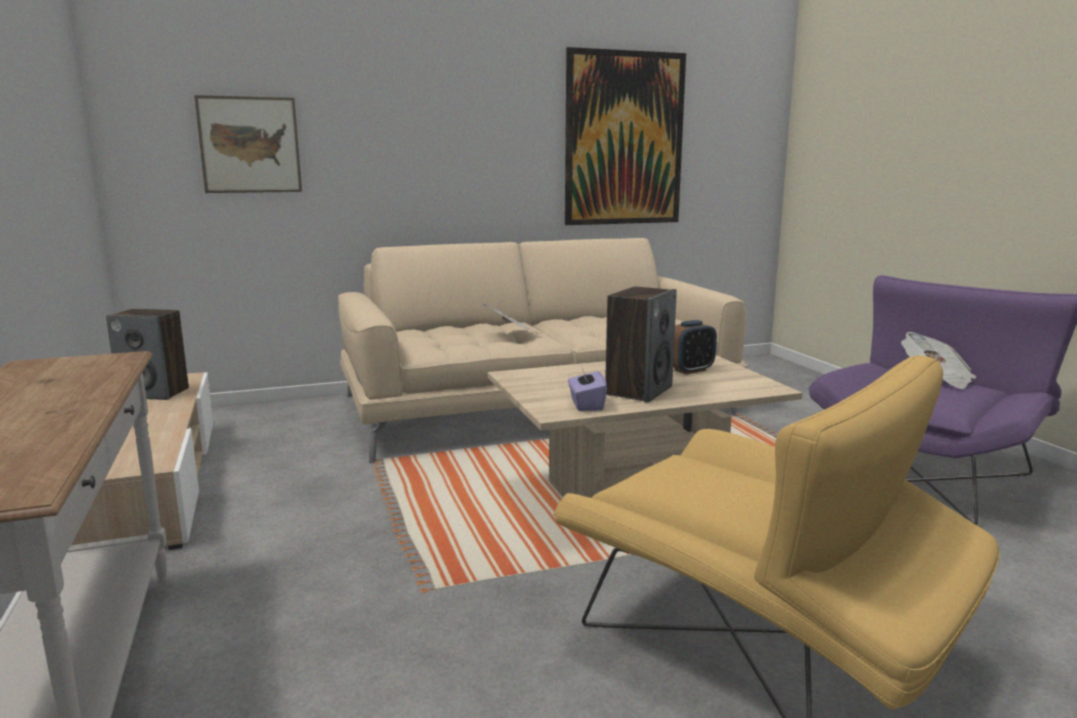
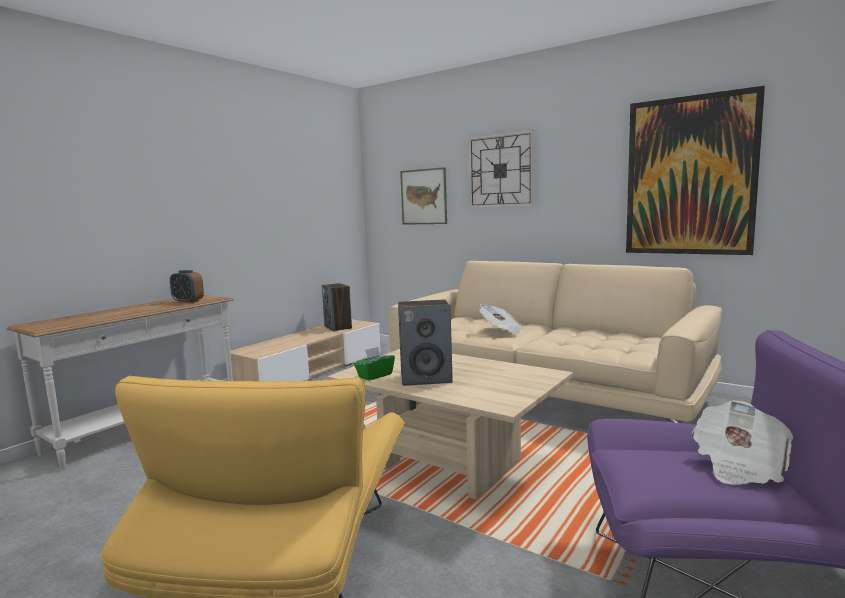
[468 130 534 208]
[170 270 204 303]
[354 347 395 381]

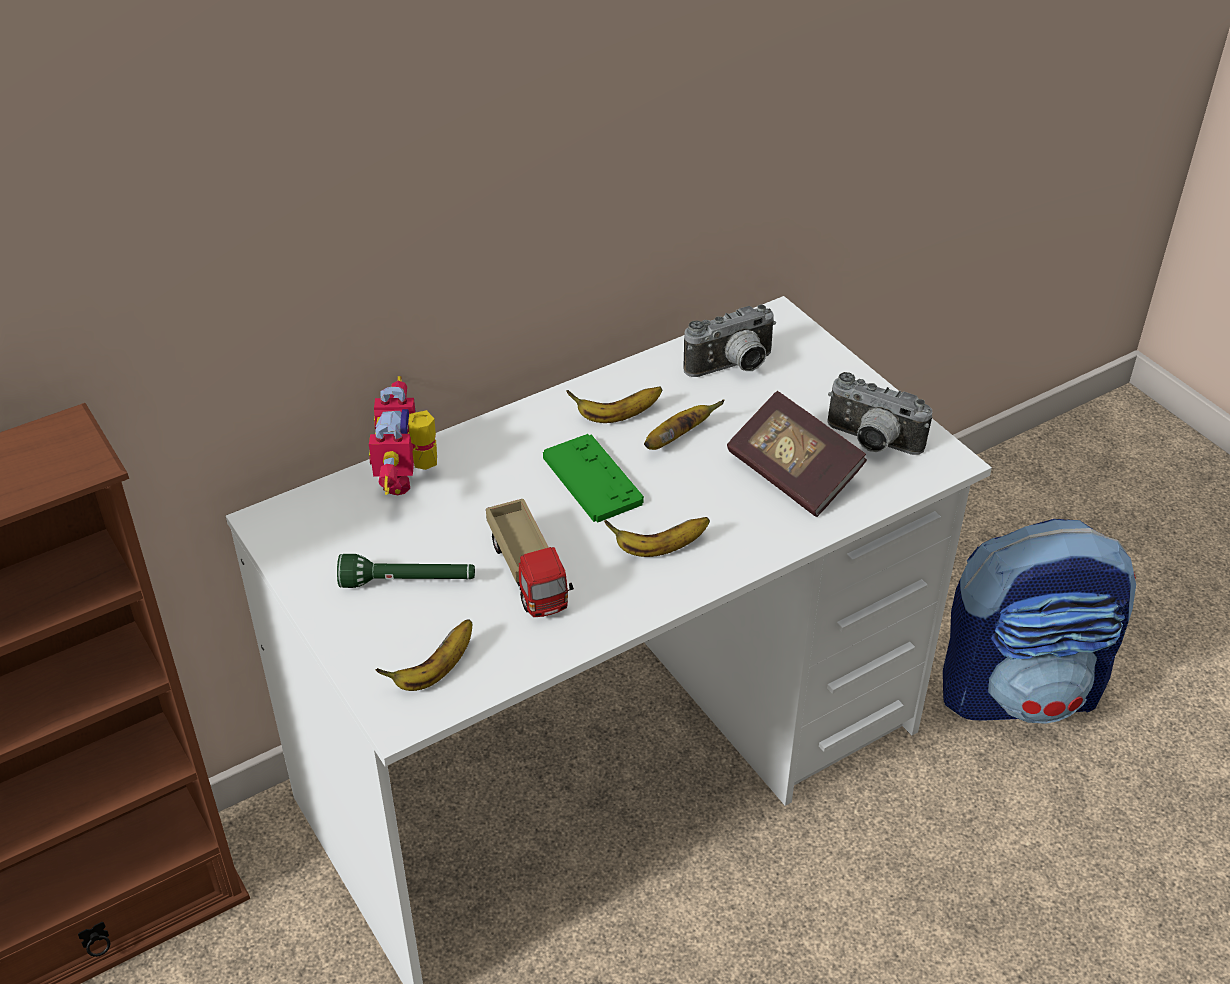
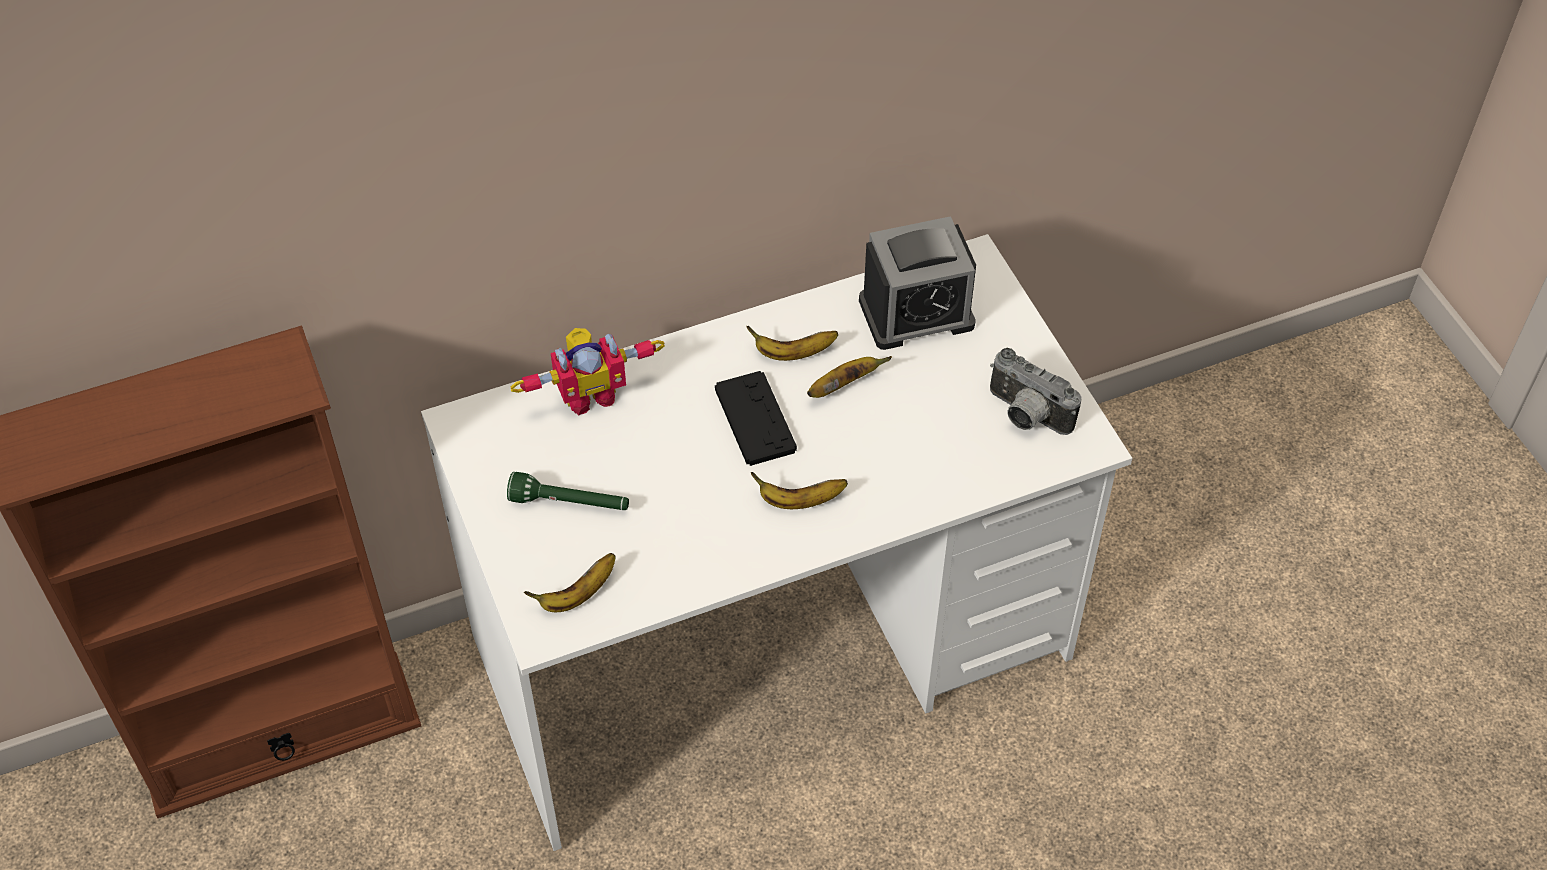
[486 499 574 617] (first image)
[727 391 867 517] (first image)
[943 519 1136 724] (first image)
[859 216 976 350]
[715 371 797 466]
[511 328 665 416]

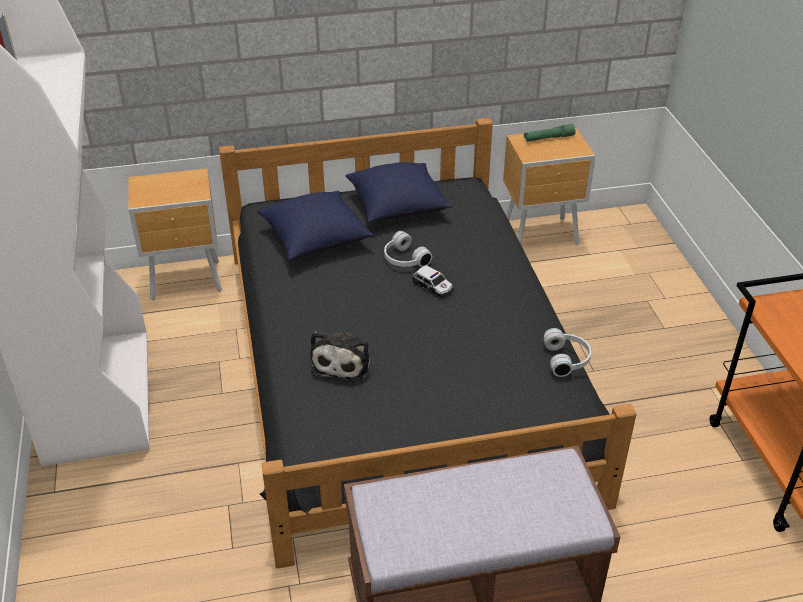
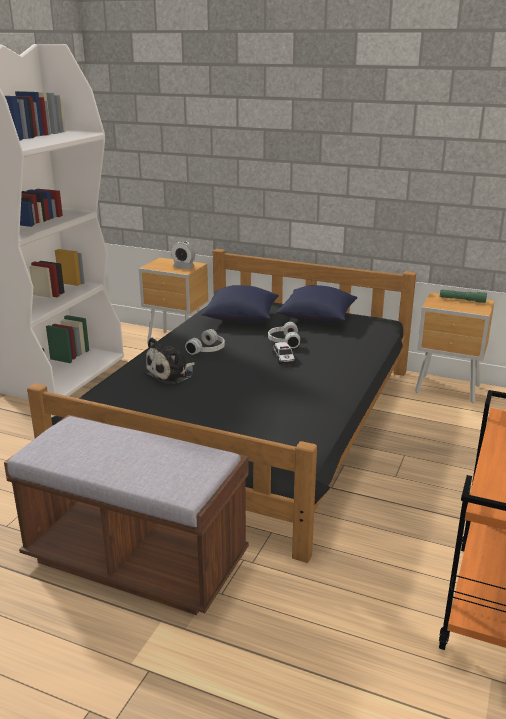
[171 241 195 269]
[185 329 225 355]

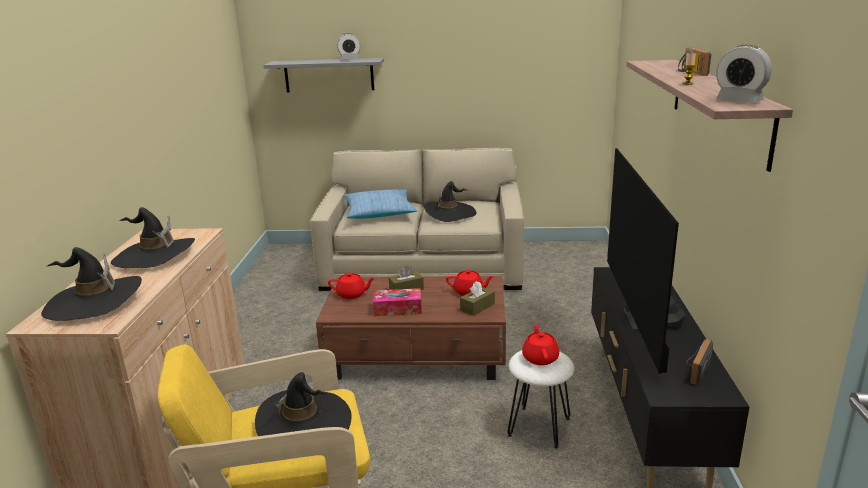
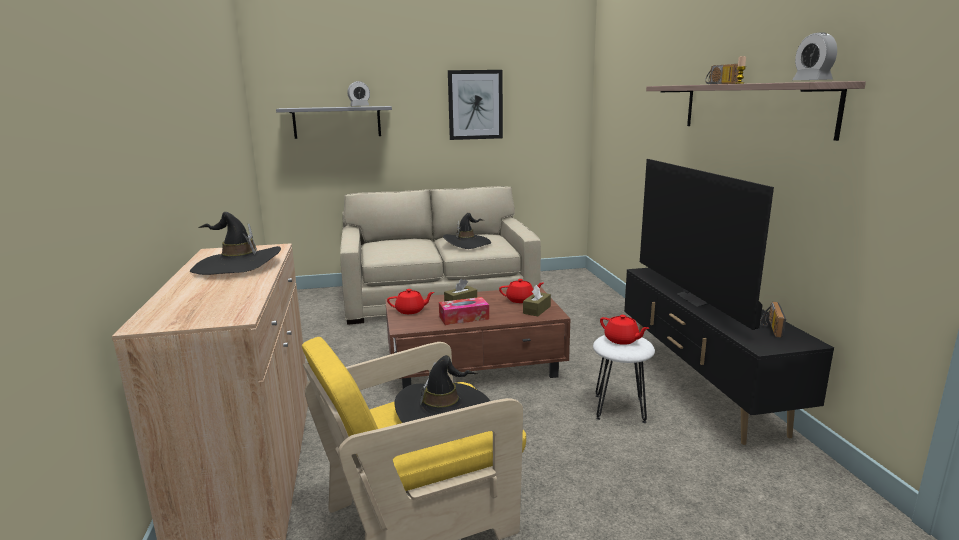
[41 247 142 321] (first image)
[343 189 417 219] (first image)
[448 70 503 140]
[600 315 649 345]
[792 32 837 80]

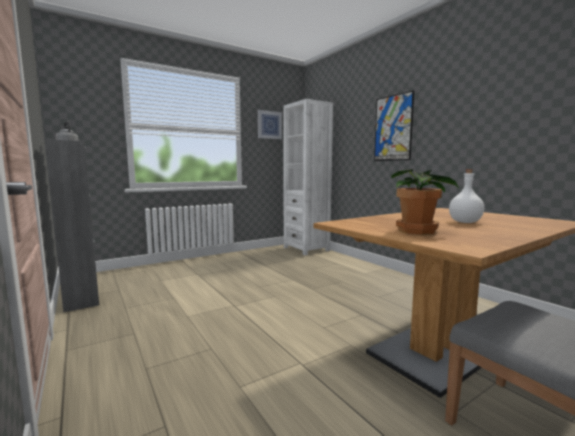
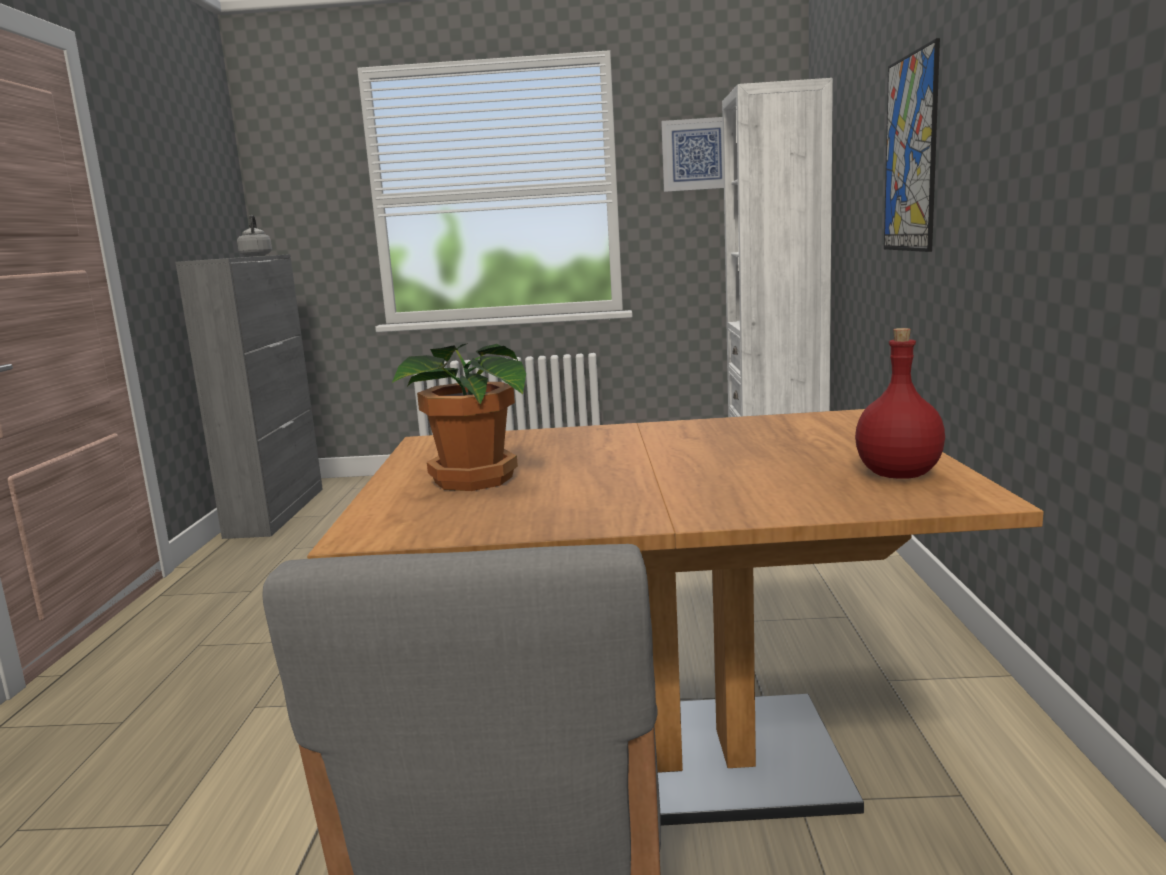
[449 169 484 223] (first image)
[855 328 945 479]

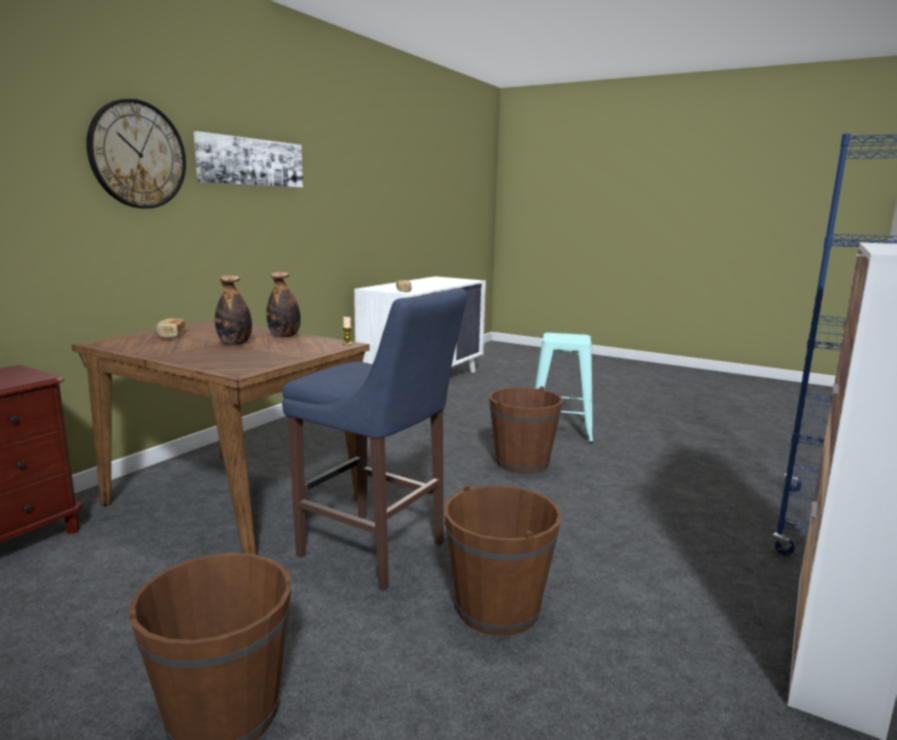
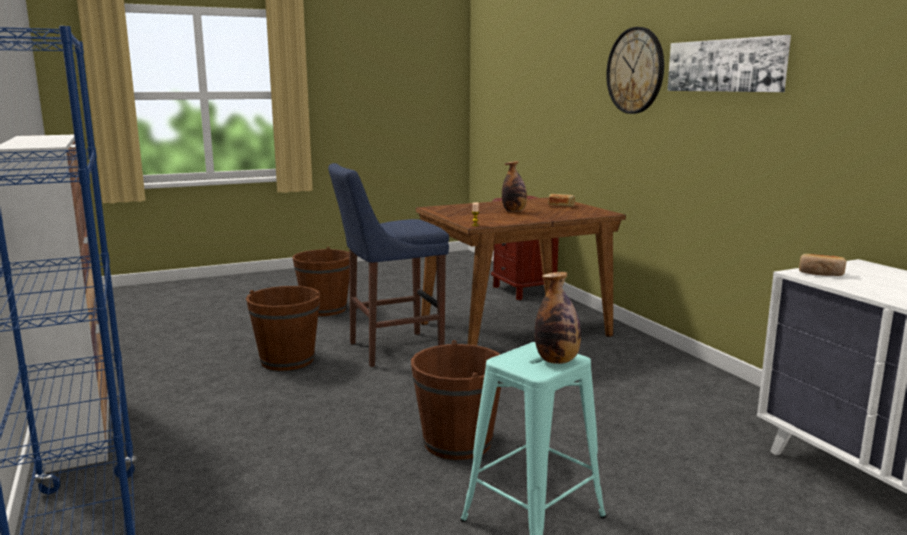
[535 272 581 364]

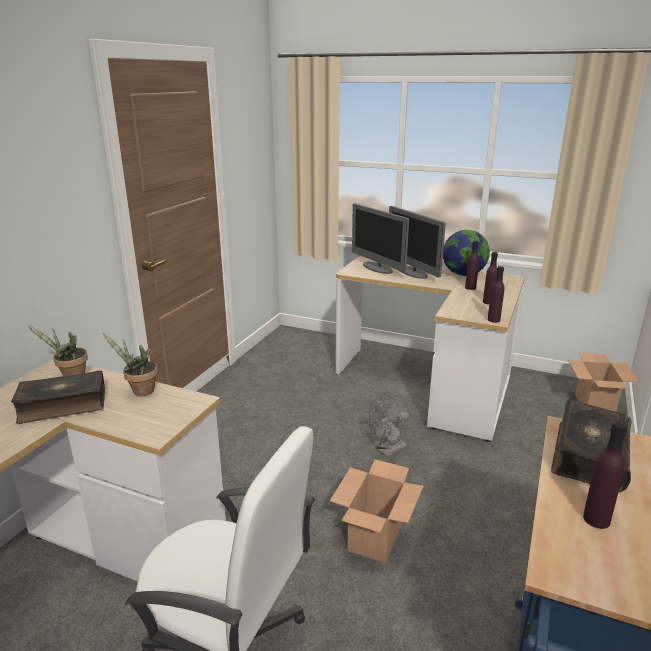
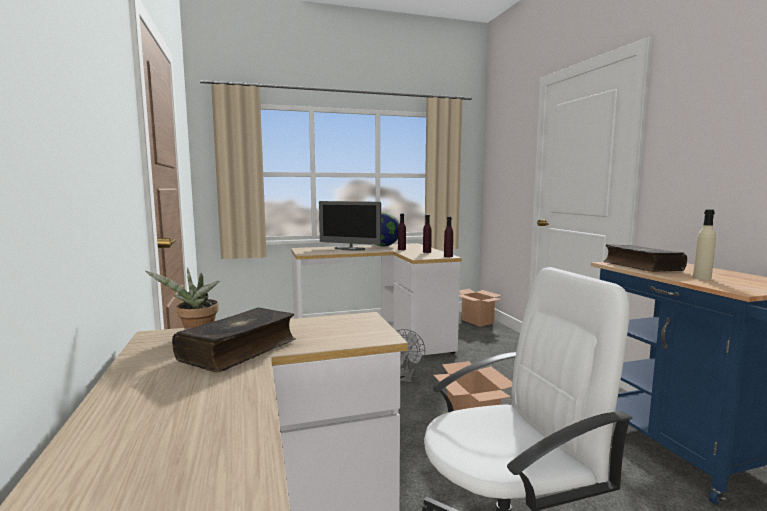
[103 333 158 396] (first image)
[352 203 409 274] (first image)
[693 209 716 280]

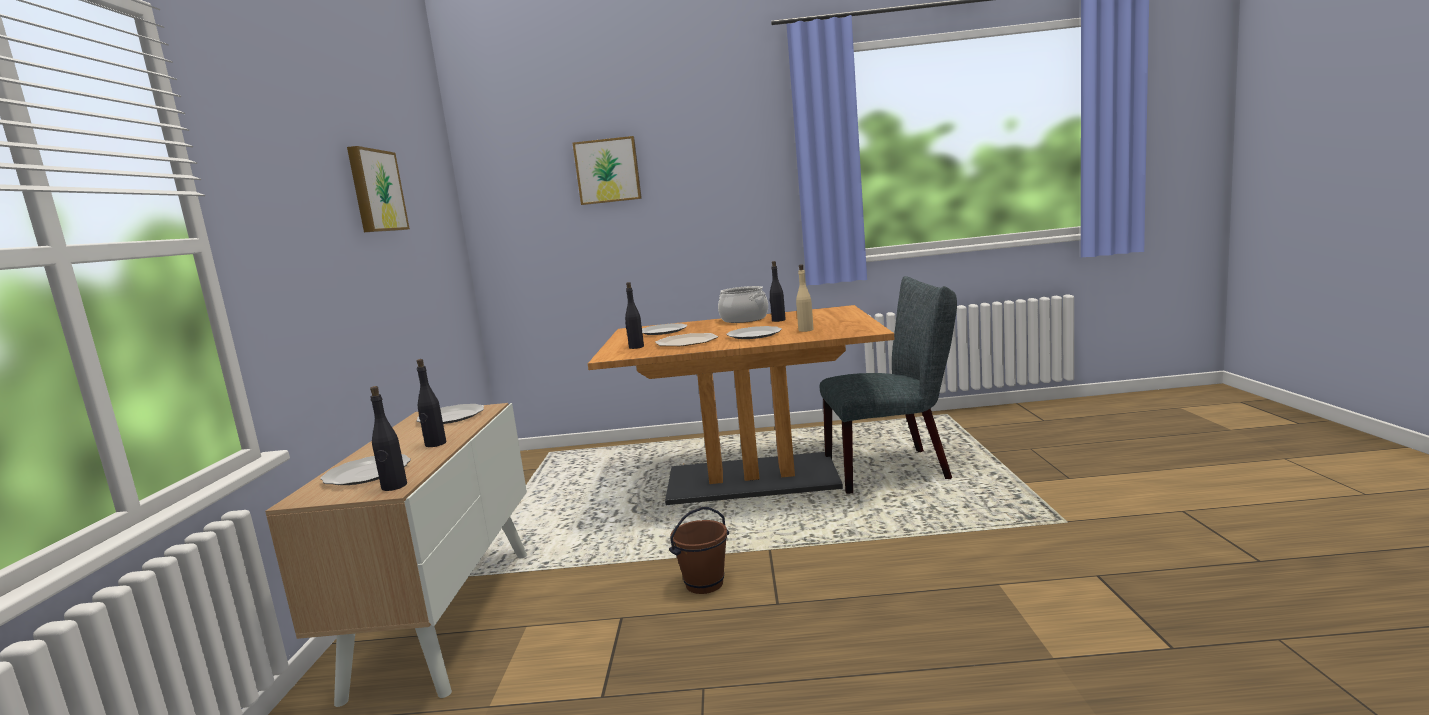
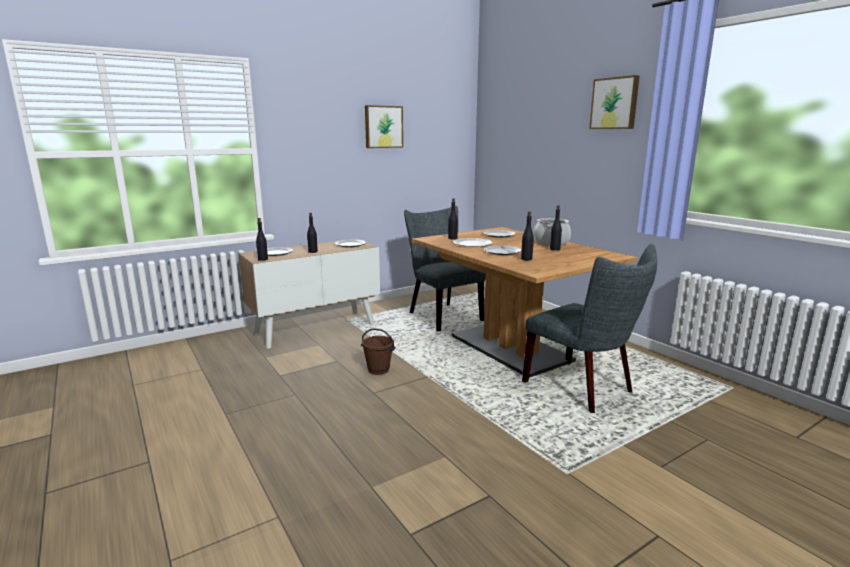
[404 206 486 331]
[589 75 640 129]
[521 212 534 261]

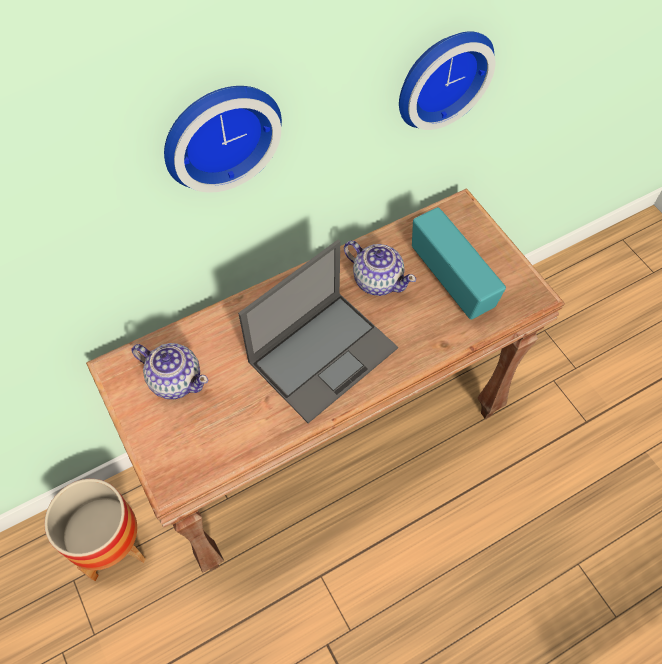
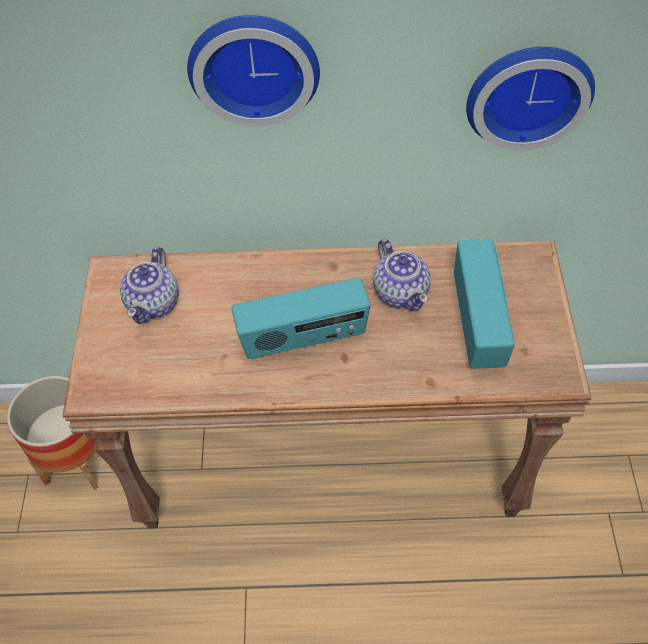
[231 278 371 359]
[120 247 179 324]

